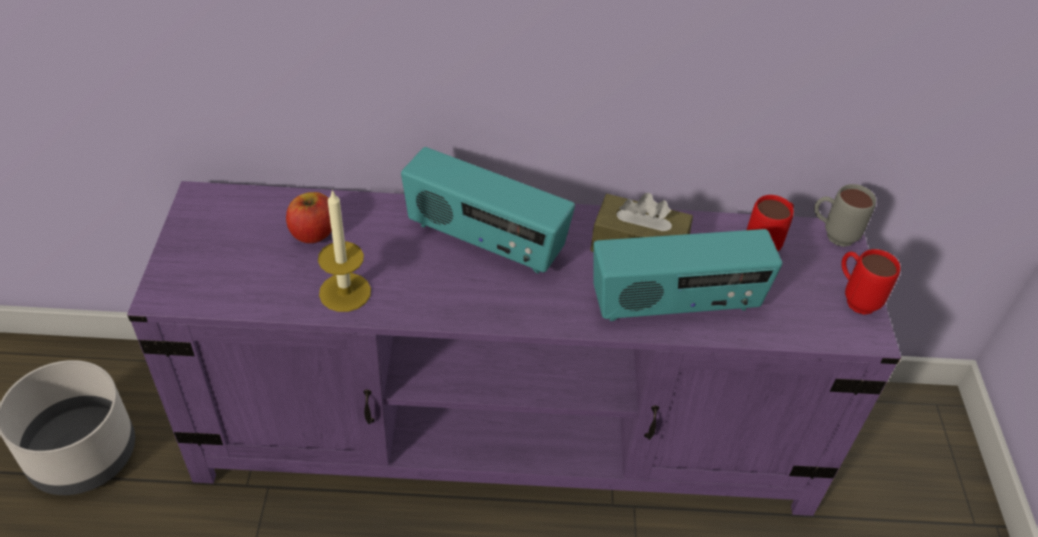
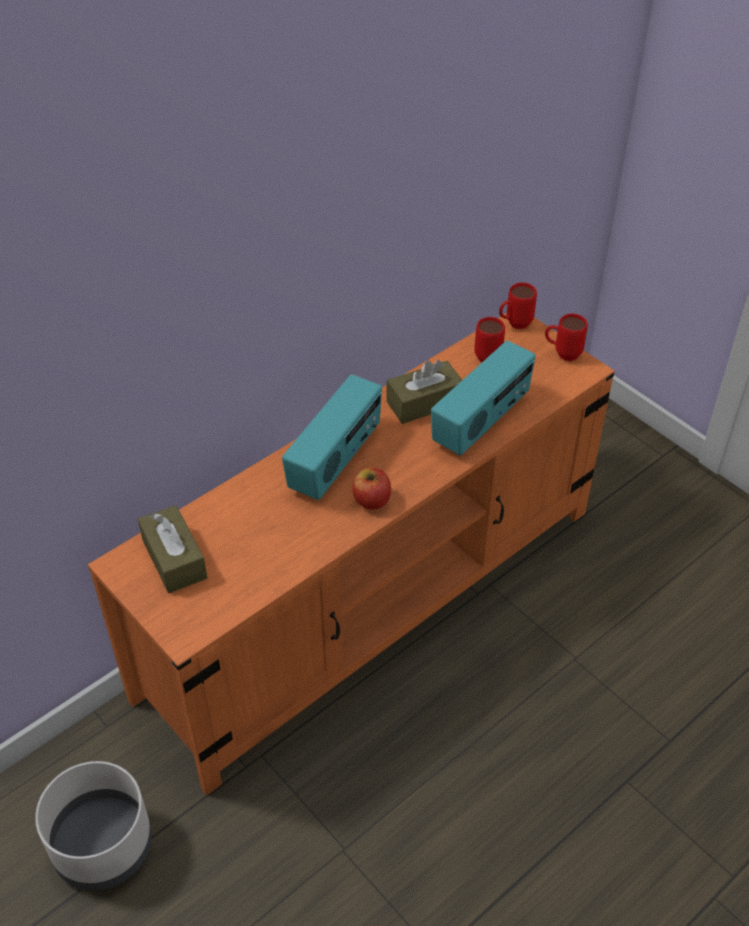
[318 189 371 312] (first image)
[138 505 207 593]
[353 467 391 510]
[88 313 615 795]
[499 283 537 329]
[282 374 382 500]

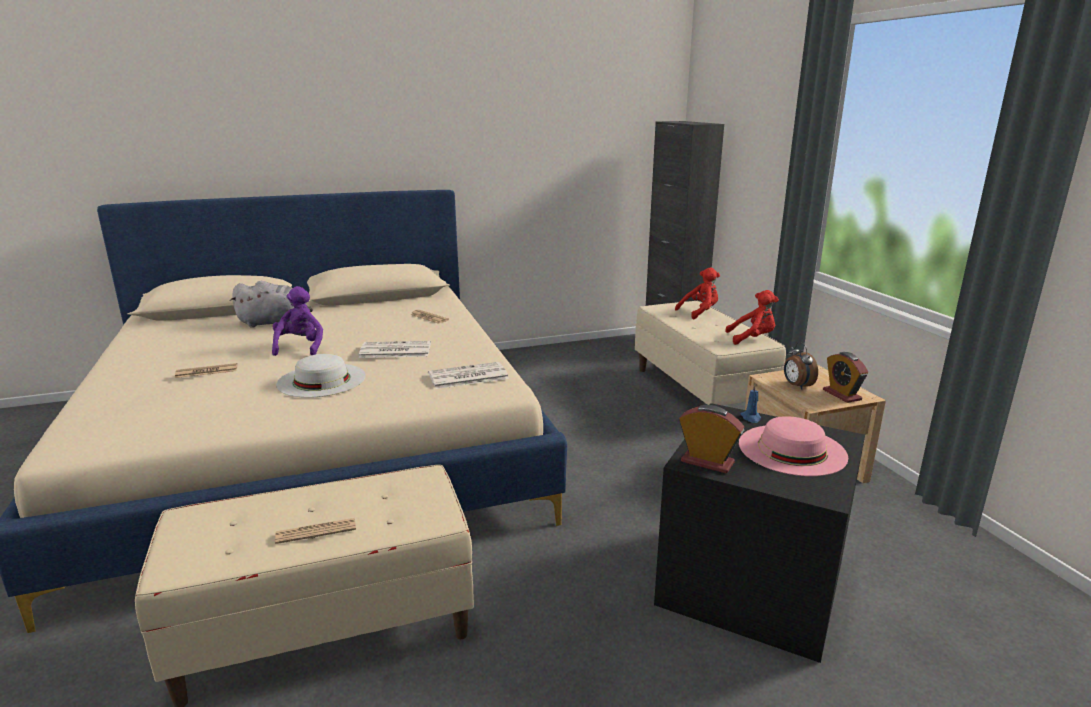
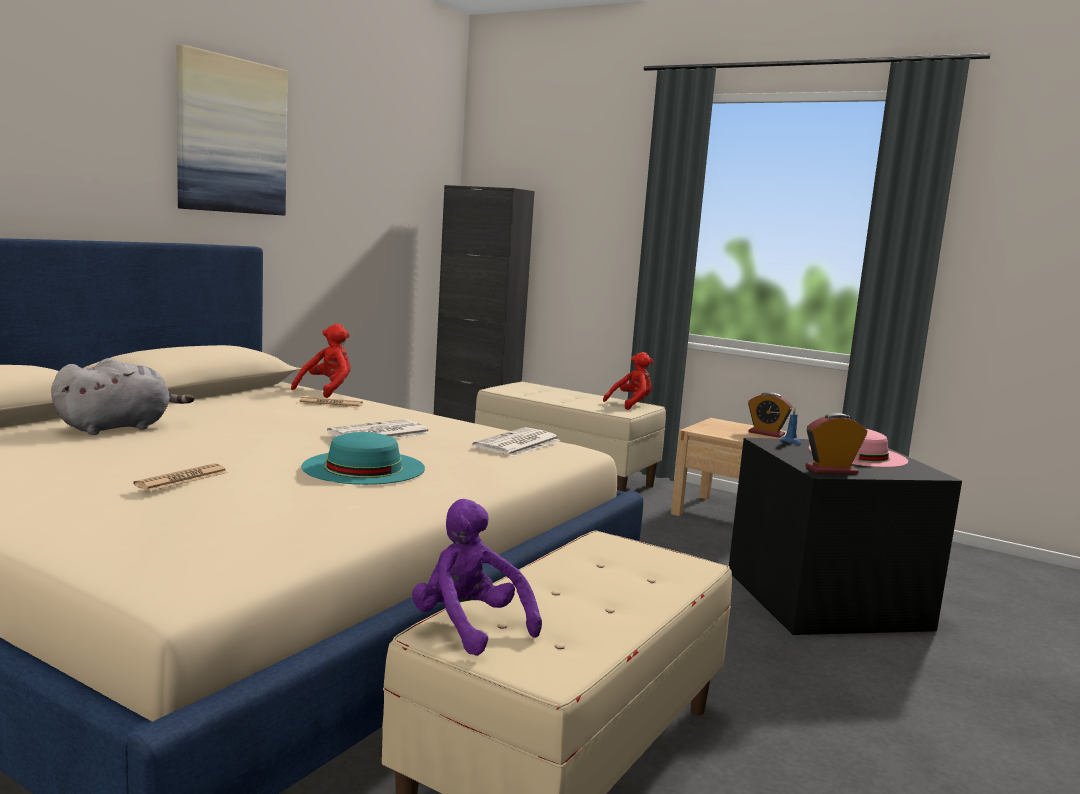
[275 518 356 544] (first image)
[784 342 818 390] (first image)
[176 44 288 216]
[412 499 542 656]
[291 324 350 398]
[302 432 425 485]

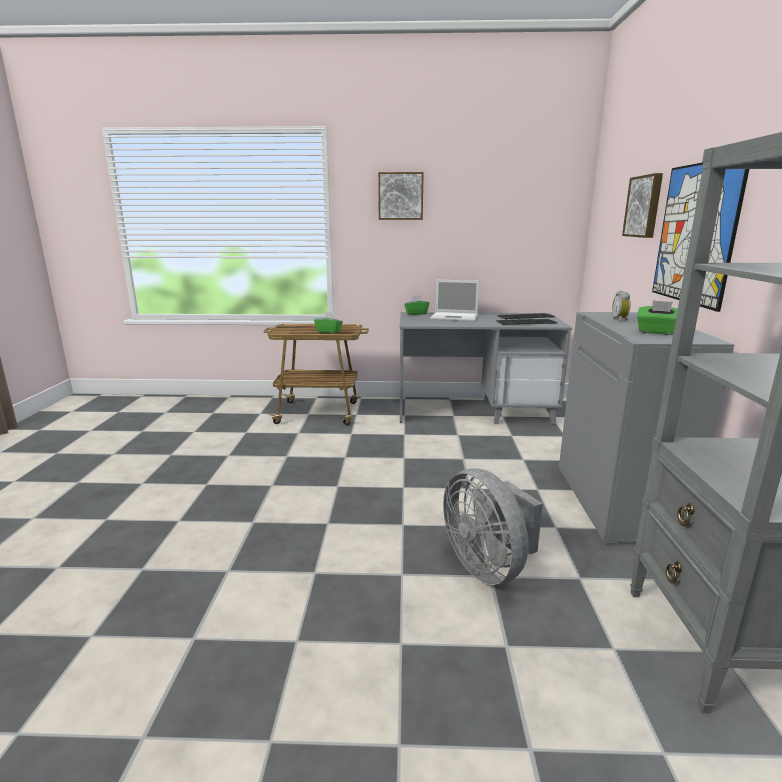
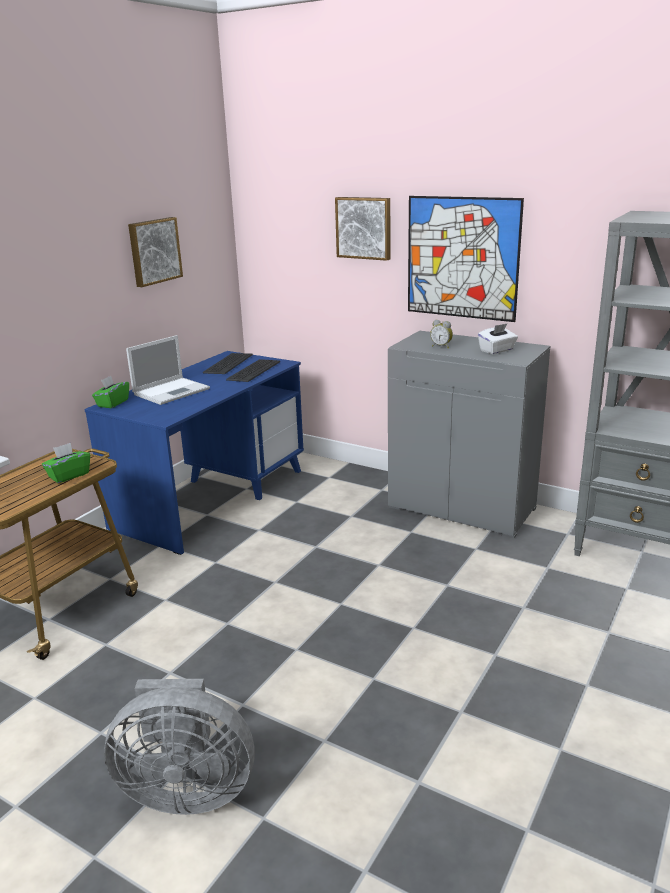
[128 217 183 287]
[104 679 254 815]
[84 351 304 555]
[478 324 518 354]

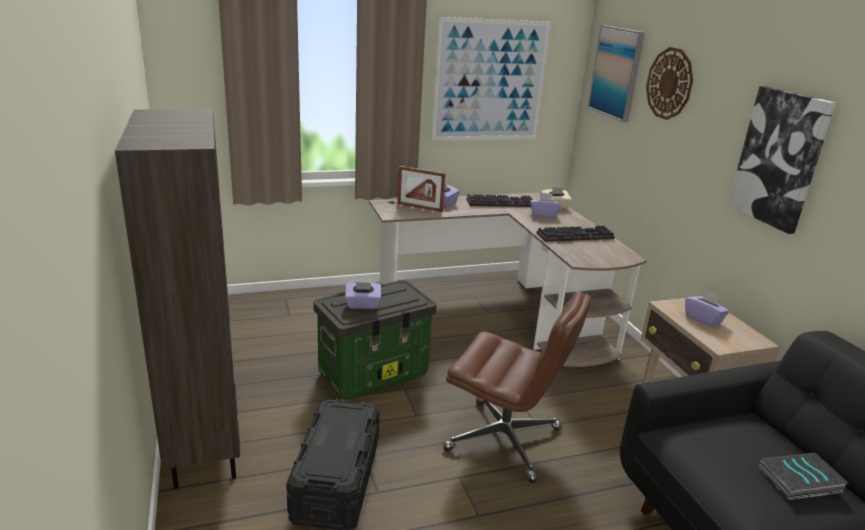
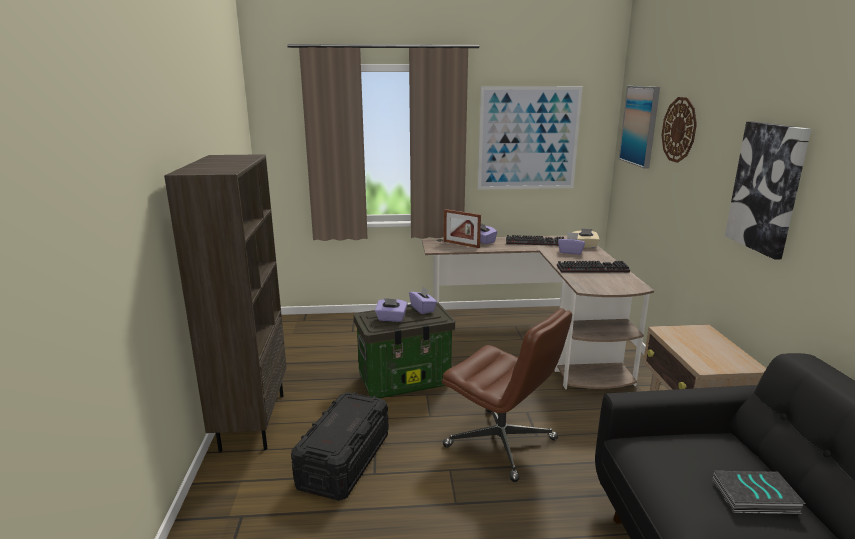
[409 286 437 314]

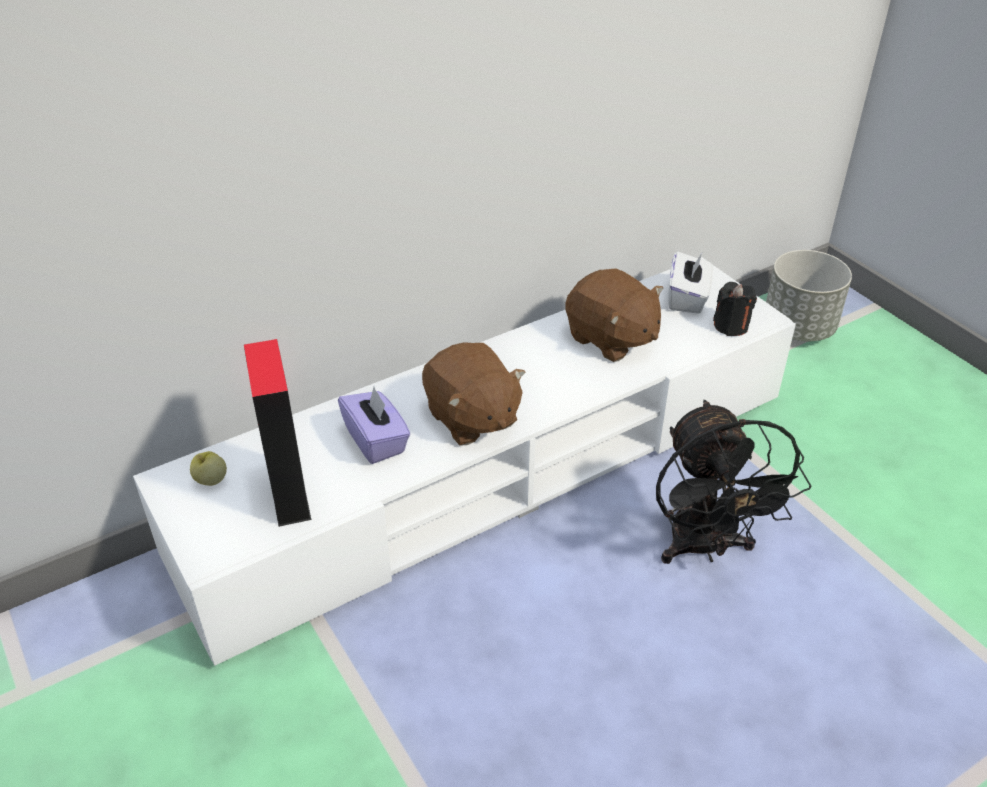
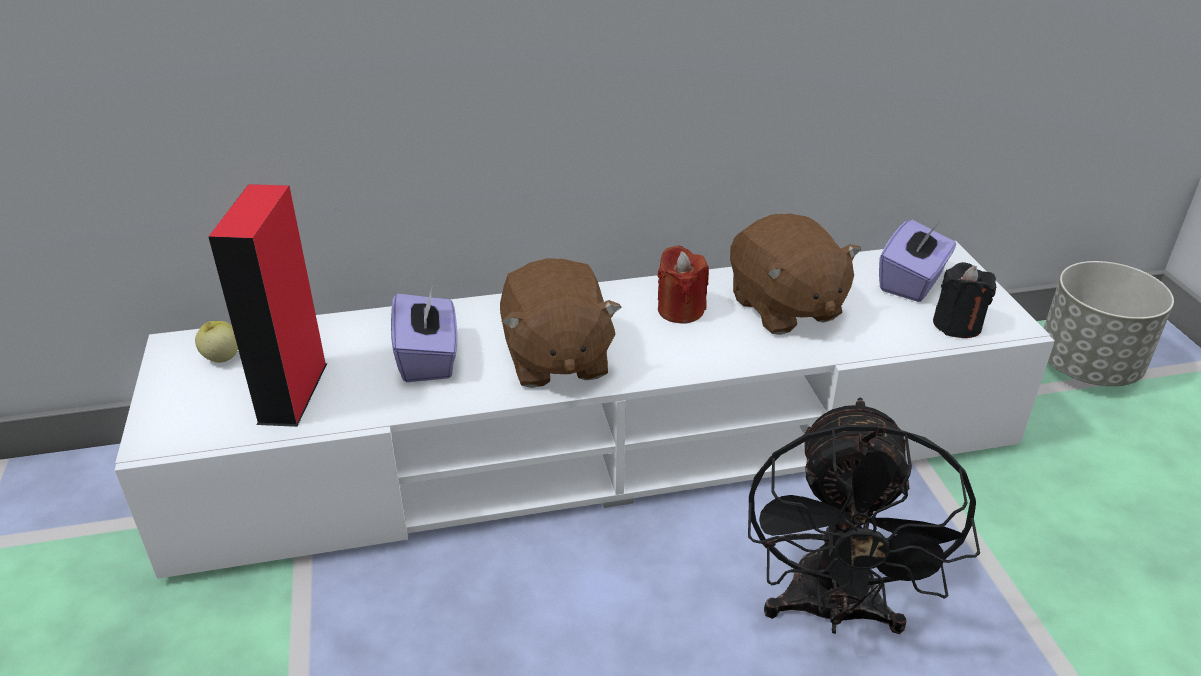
[658 246 709 323]
[879 220 956 302]

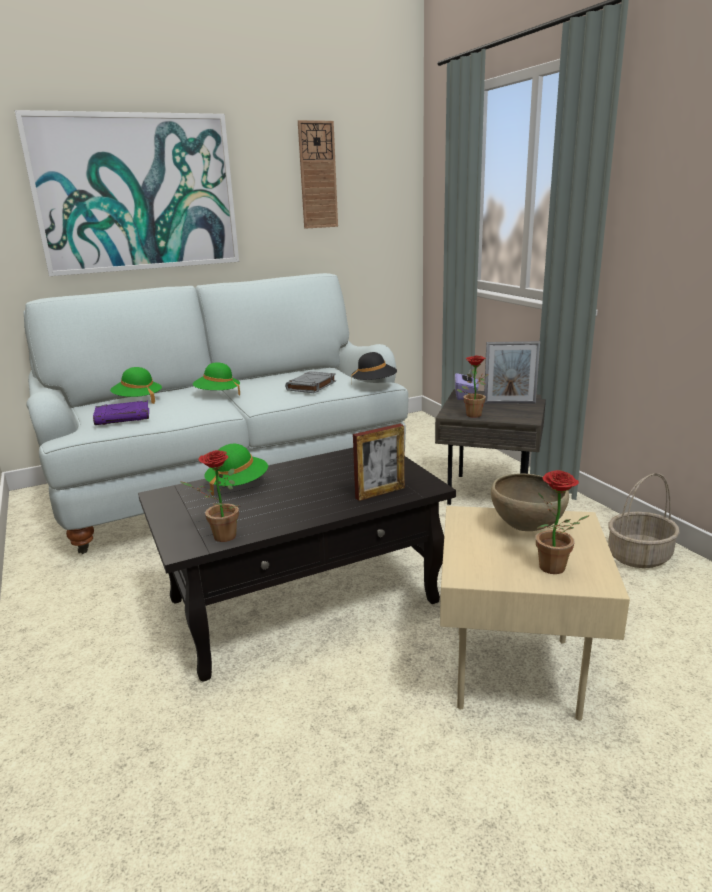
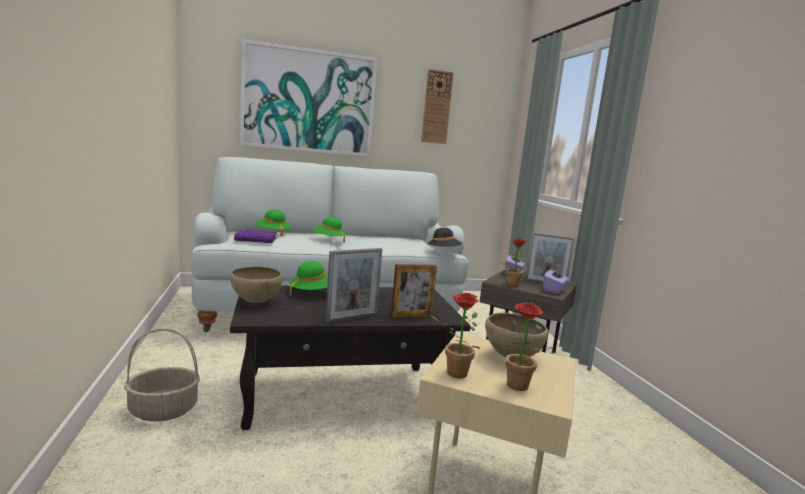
[285 371 336 393] (first image)
[230 266 283 303]
[325 248 382 323]
[543 268 569 294]
[430 293 480 378]
[124 329 200 421]

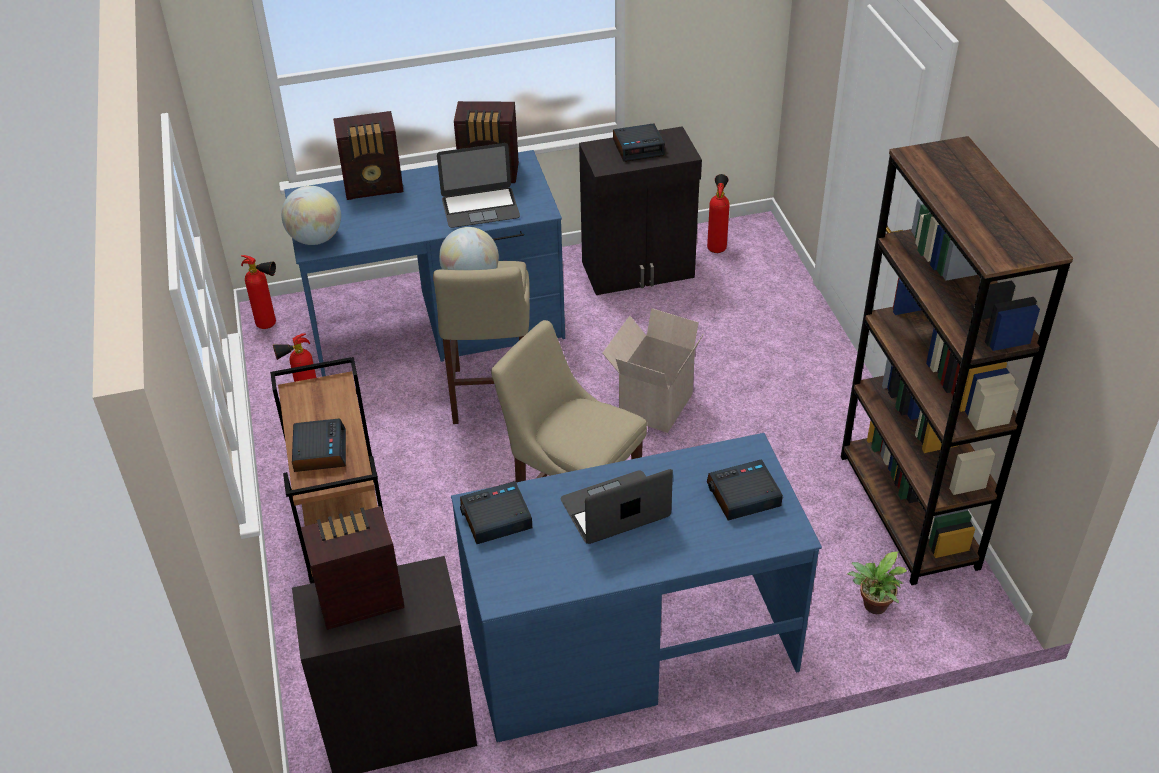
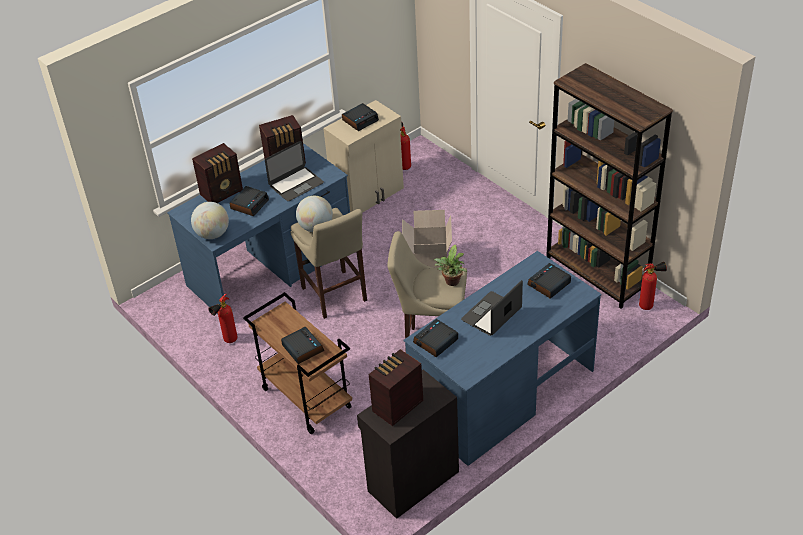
[229 186 269 216]
[639 262 667 310]
[434 245 467 286]
[323 100 404 213]

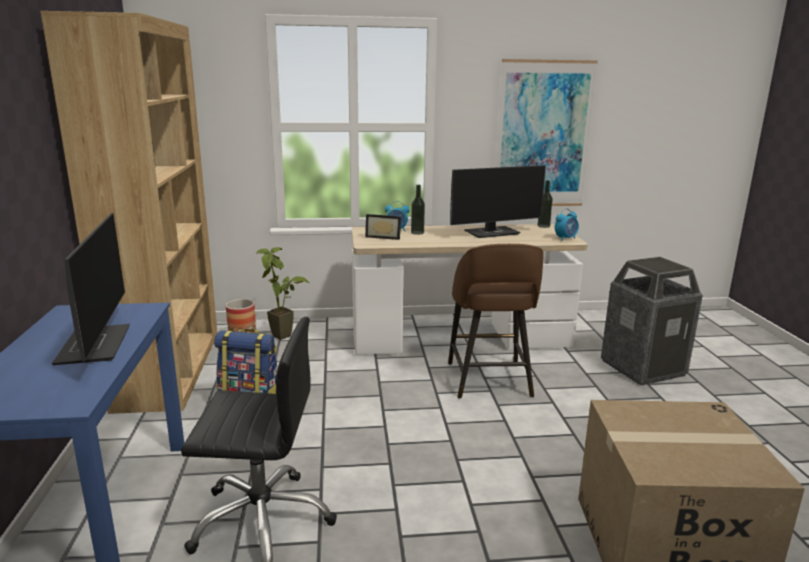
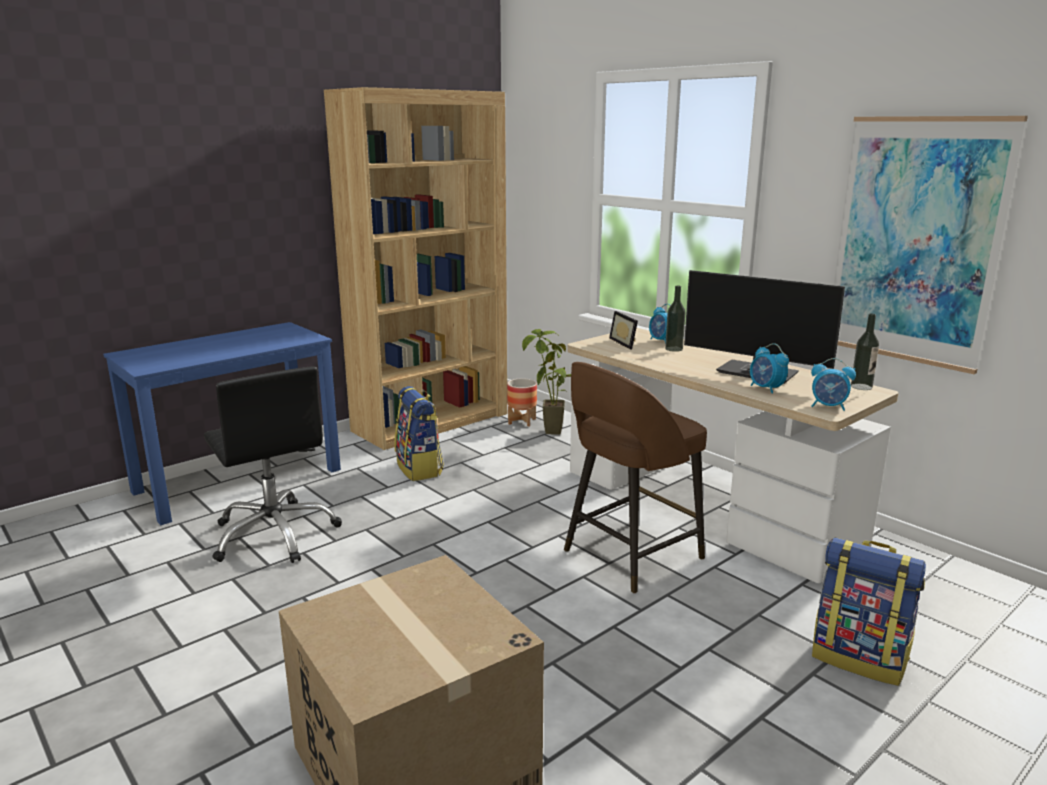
[52 213 130 365] (first image)
[750 343 789 394]
[812 538 926 686]

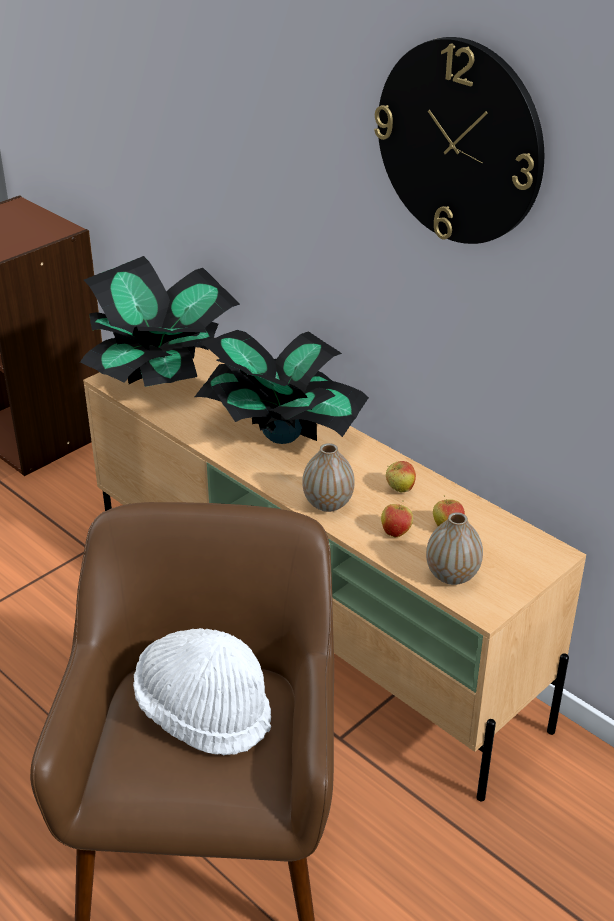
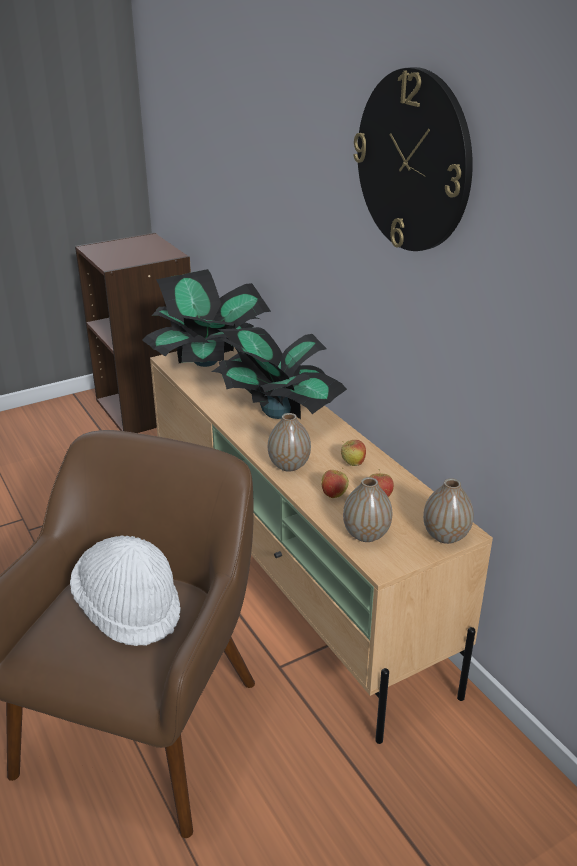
[423 478 474 544]

